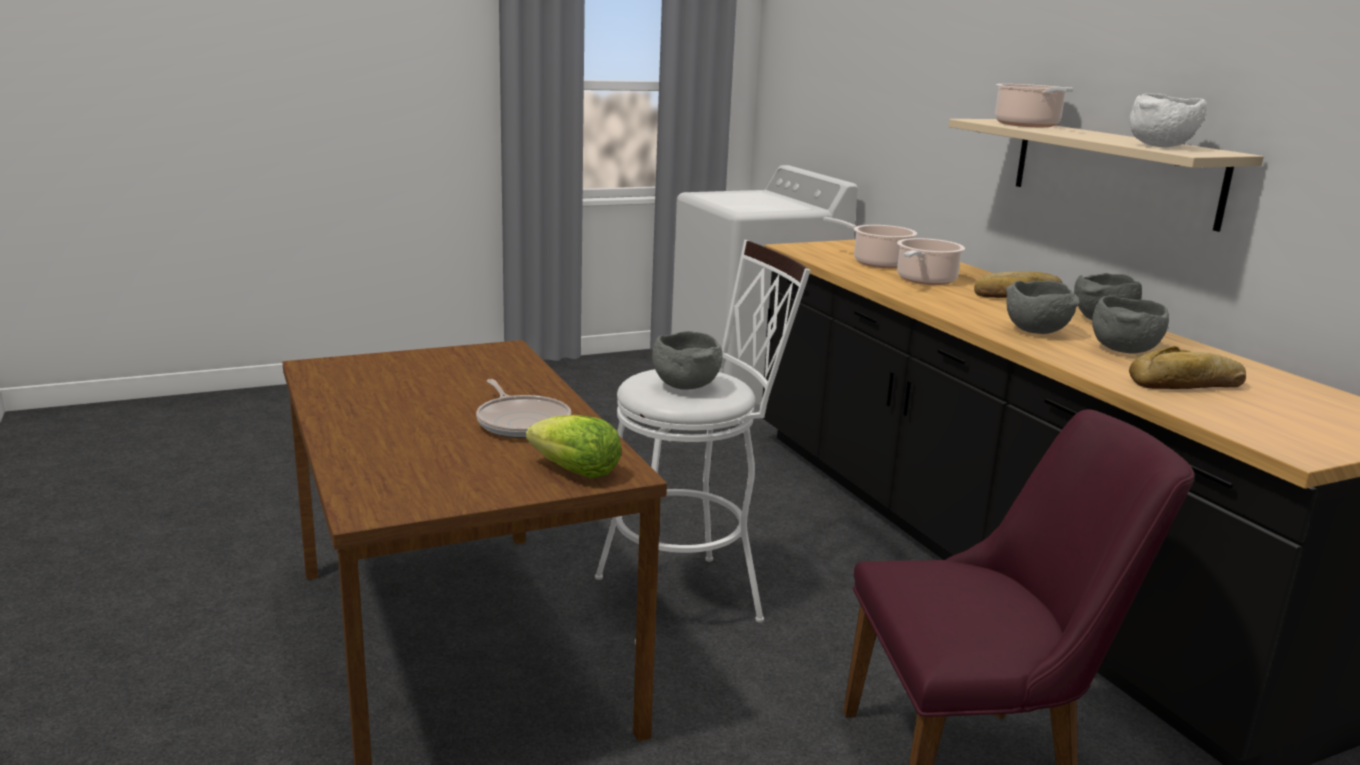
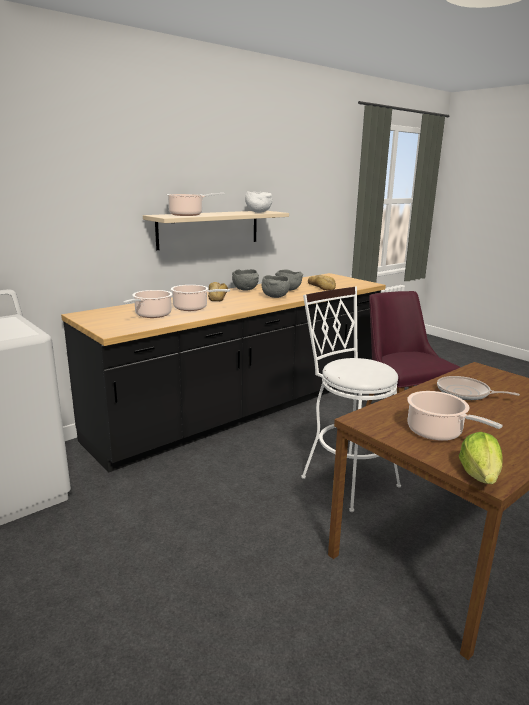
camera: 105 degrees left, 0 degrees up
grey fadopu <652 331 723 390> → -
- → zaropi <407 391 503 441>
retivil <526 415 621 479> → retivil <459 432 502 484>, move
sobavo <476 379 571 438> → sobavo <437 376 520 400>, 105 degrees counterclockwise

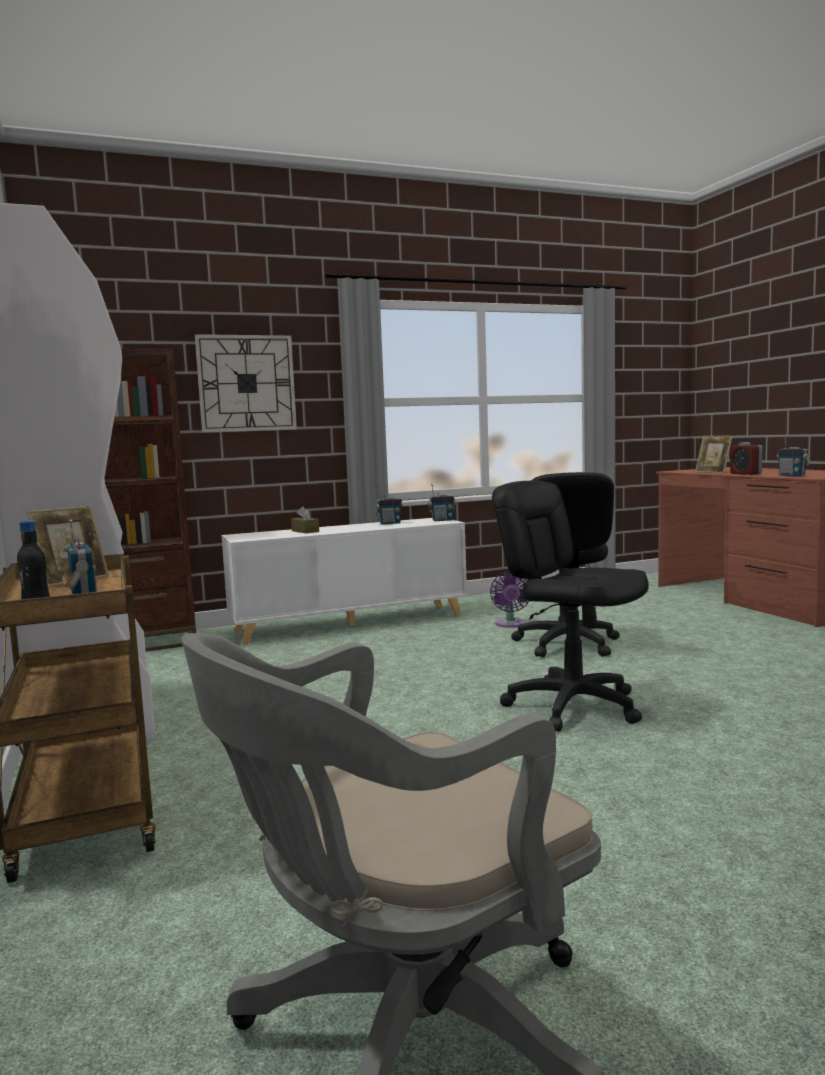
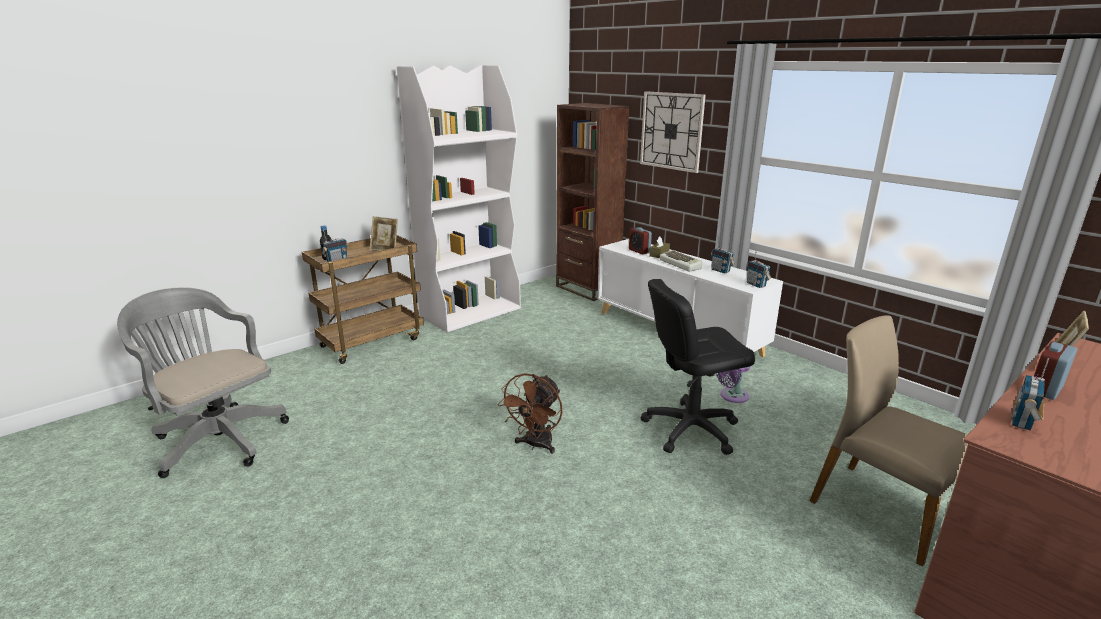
camera: 70 degrees right, 15 degrees up
- → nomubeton <629 227 652 254>
- → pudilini <660 250 702 272>
- → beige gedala <810 315 968 567>
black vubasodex <492 481 649 732> → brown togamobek <498 373 563 454>

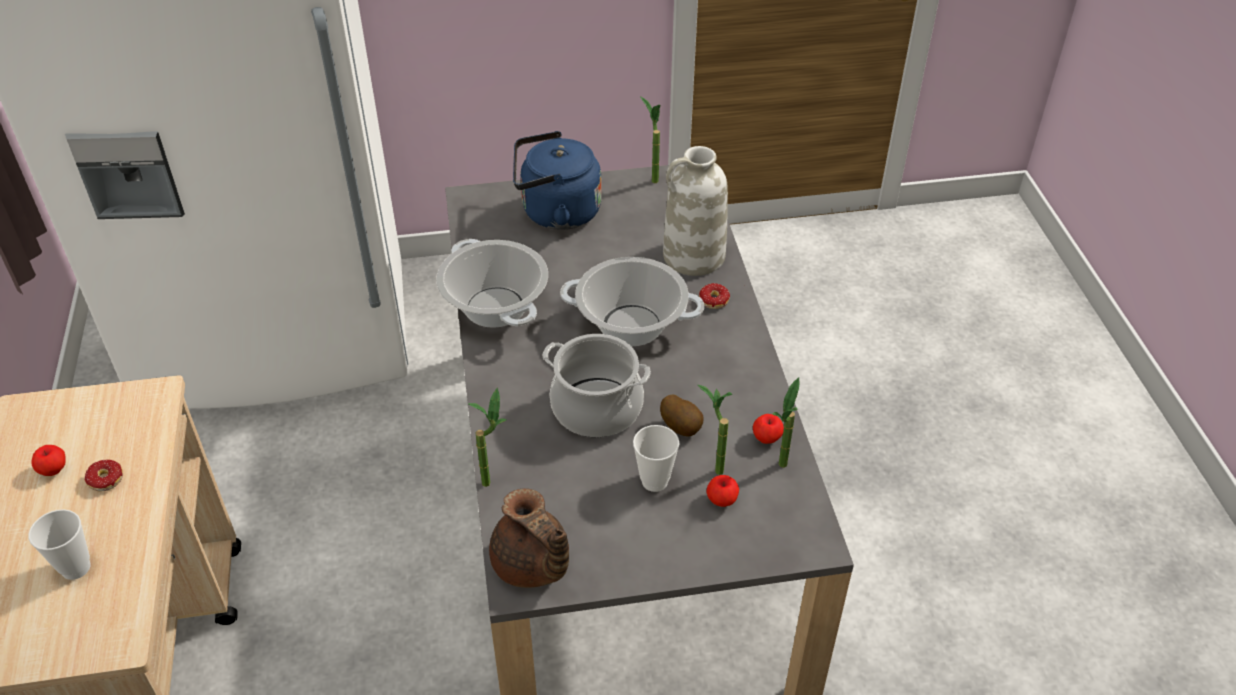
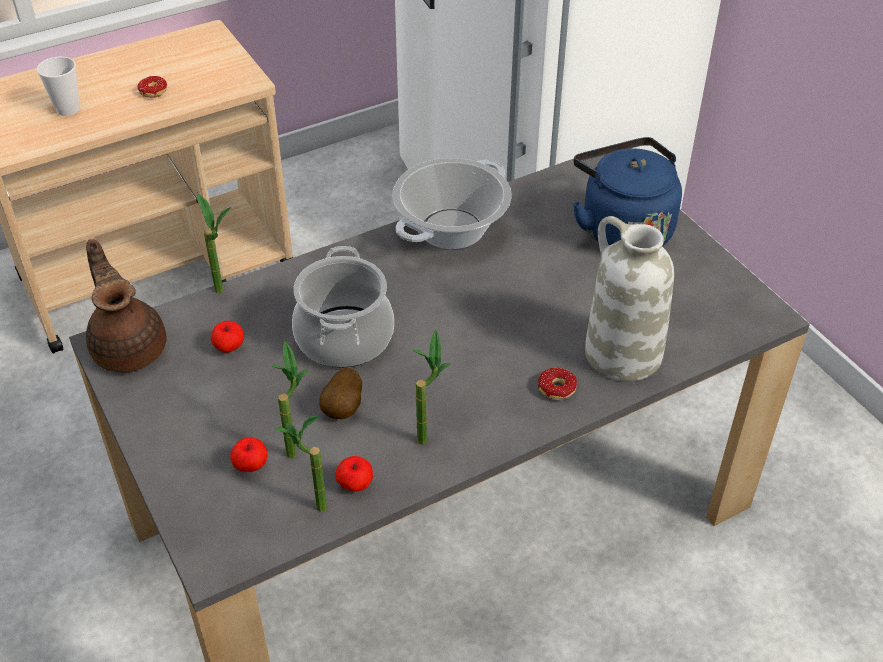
camera: 70 degrees right, 0 degrees up
zaropi <560 257 704 346> → -
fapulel <633 425 680 492> → -
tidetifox <31 445 66 476> → tidetifox <211 321 244 353>, move
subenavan <640 96 660 183> → subenavan <412 329 452 445>, move
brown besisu <489 488 569 588> → brown besisu <86 239 167 373>, 120 degrees clockwise

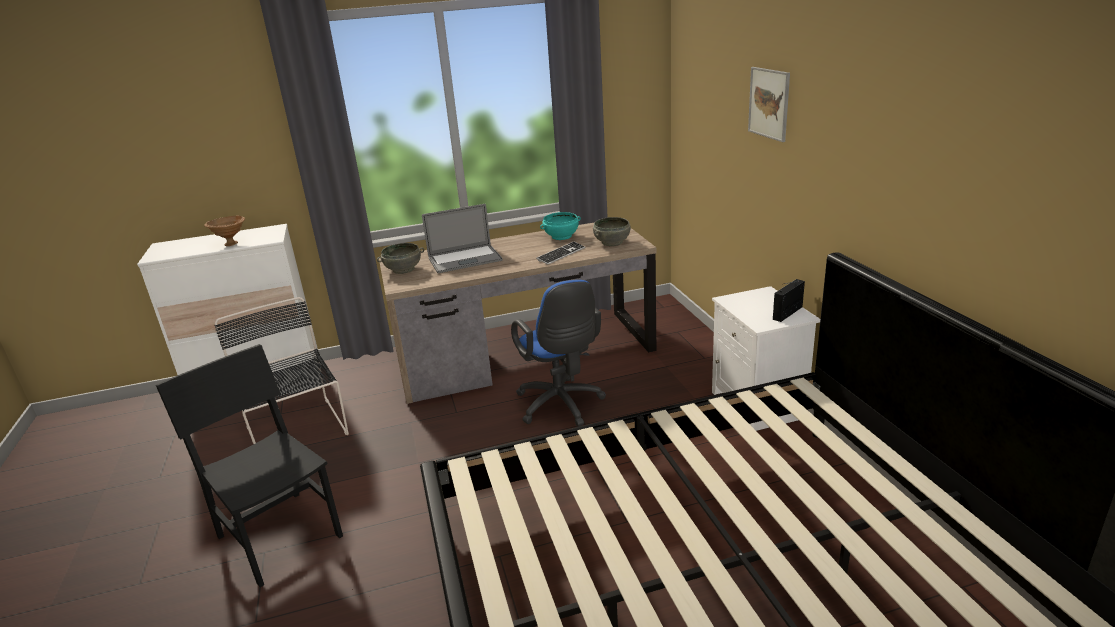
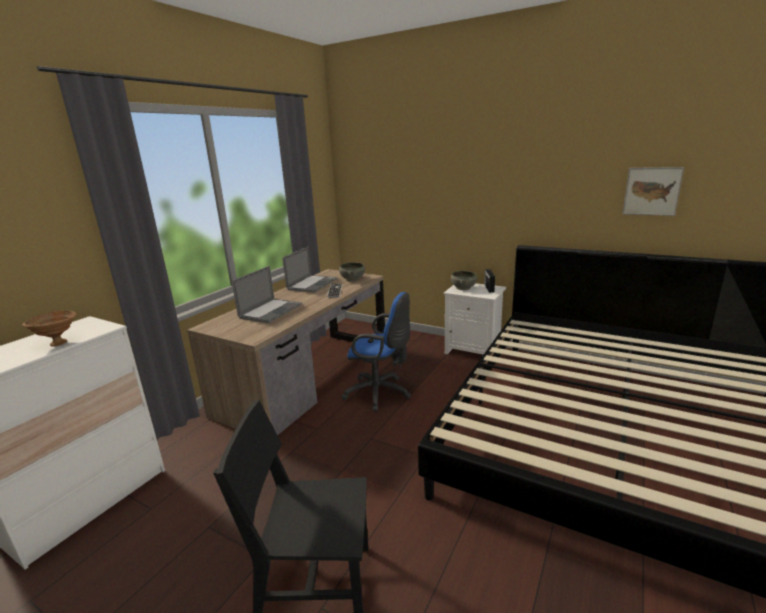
camera: 45 degrees left, 5 degrees down
black gedala <215 297 349 444> → -
grey fadopu <377 243 424 274> → grey fadopu <451 271 477 290>, move
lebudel <748 67 790 142> → lebudel <622 167 684 216>, move
turquoise fadopu <540 212 581 240> → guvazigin <283 247 337 293>

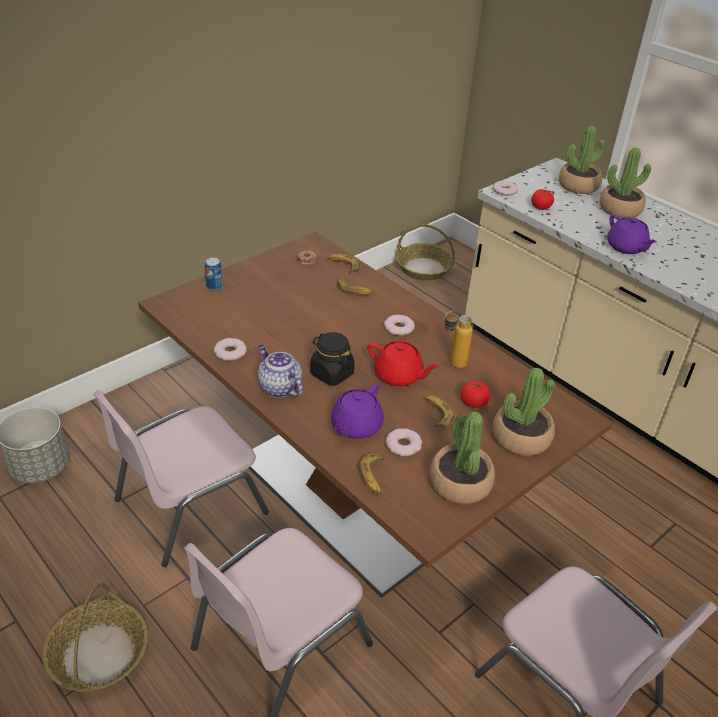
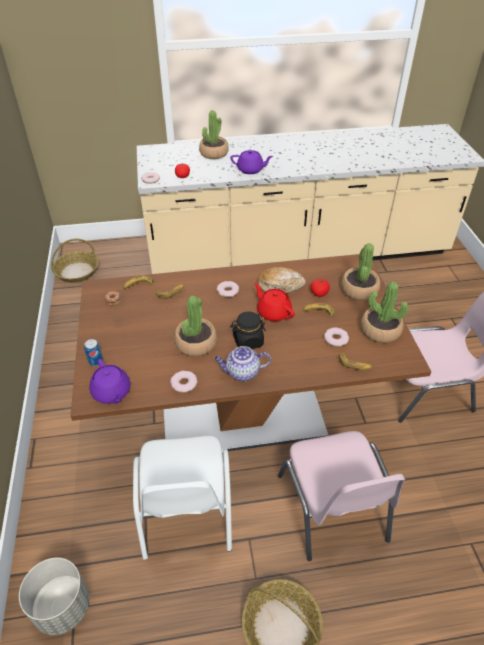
camera: 55 degrees left, 5 degrees up
purple besisu <331 384 384 439> → purple besisu <89 359 130 404>, move
subenavan <559 126 605 194> → subenavan <174 296 217 357>, move
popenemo <444 310 473 368> → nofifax <257 267 306 293>
pink gedala <93 390 269 567> → white gedala <133 435 232 560>
red besisu <367 341 439 386> → red besisu <254 282 295 321>, 105 degrees counterclockwise

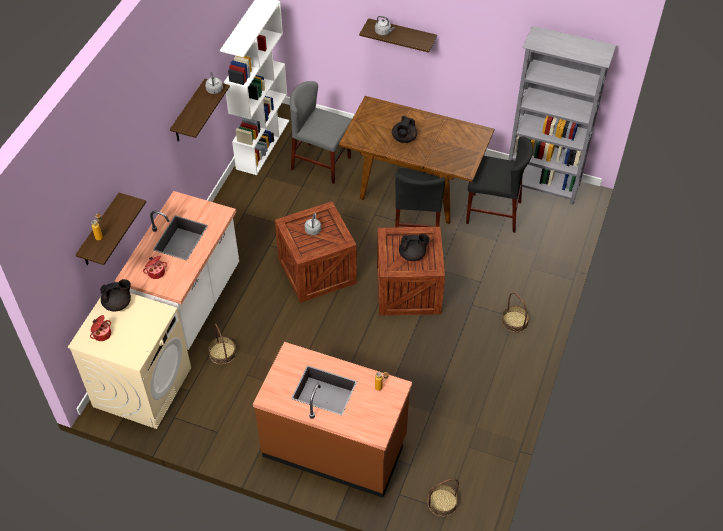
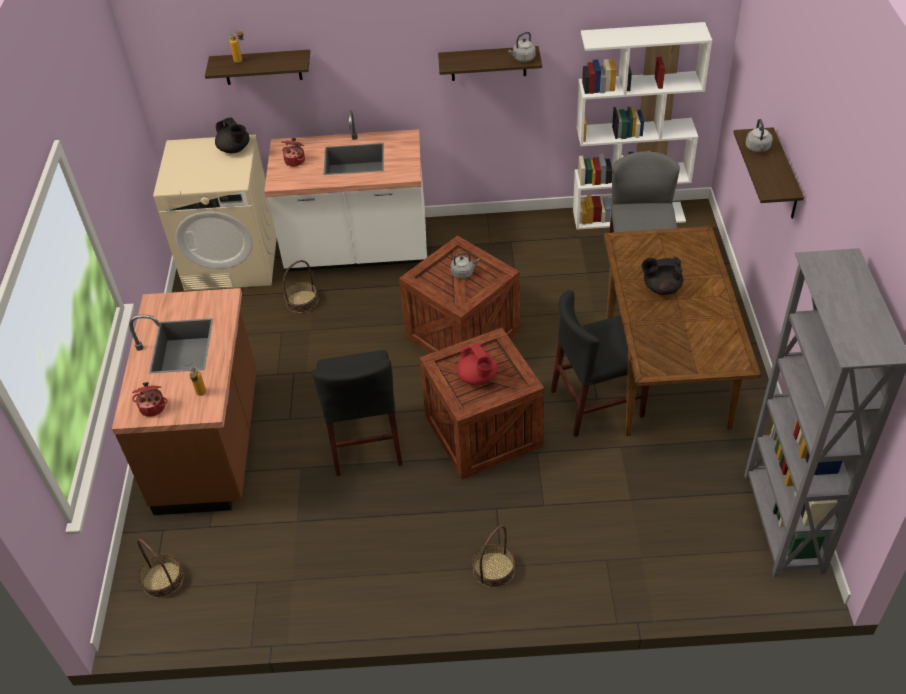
camera: 70 degrees right, 5 degrees down
zaropi <90 315 111 341> → zaropi <132 382 167 417>, move
black gedala <466 136 533 233> → black gedala <312 350 403 476>, move
black besisu <399 234 430 261> → red besisu <457 343 498 385>

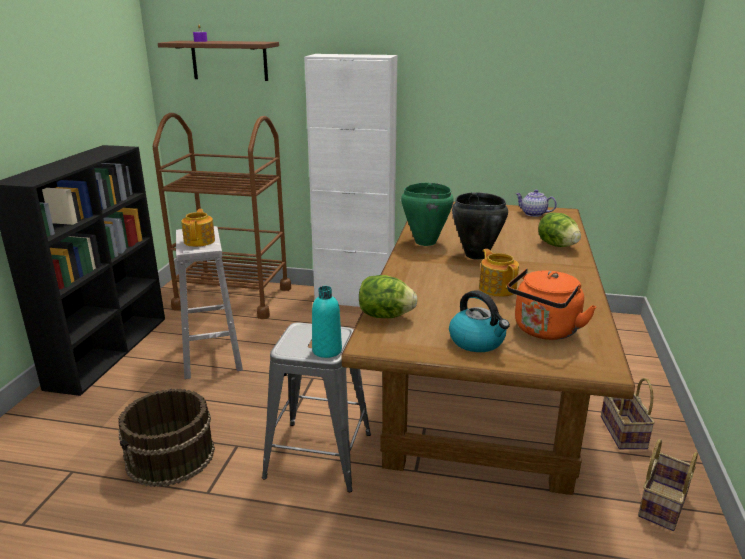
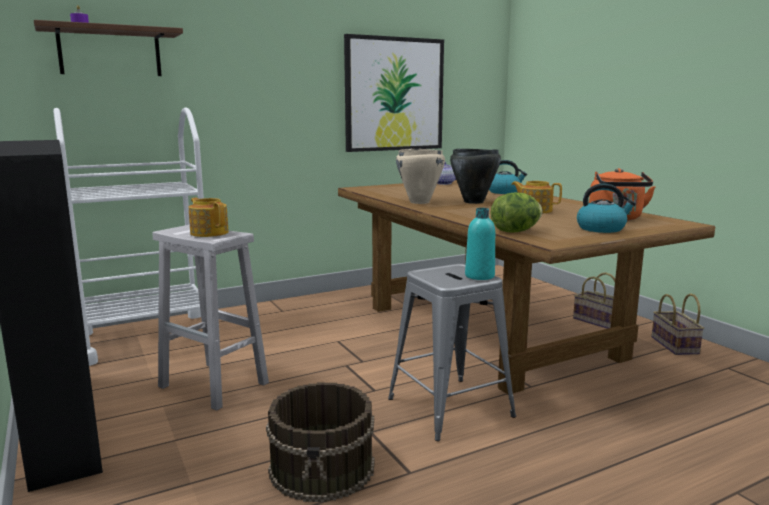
camera: 40 degrees left, 10 degrees down
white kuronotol <304 54 397 307> → -
- → lebudel <344 34 444 152>
retivil <538 212 581 247> → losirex <489 160 527 194>
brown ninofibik <153 113 291 319> → white ninofibik <53 107 204 366>
green zaropi <401 182 454 246> → beige zaropi <396 149 445 204>

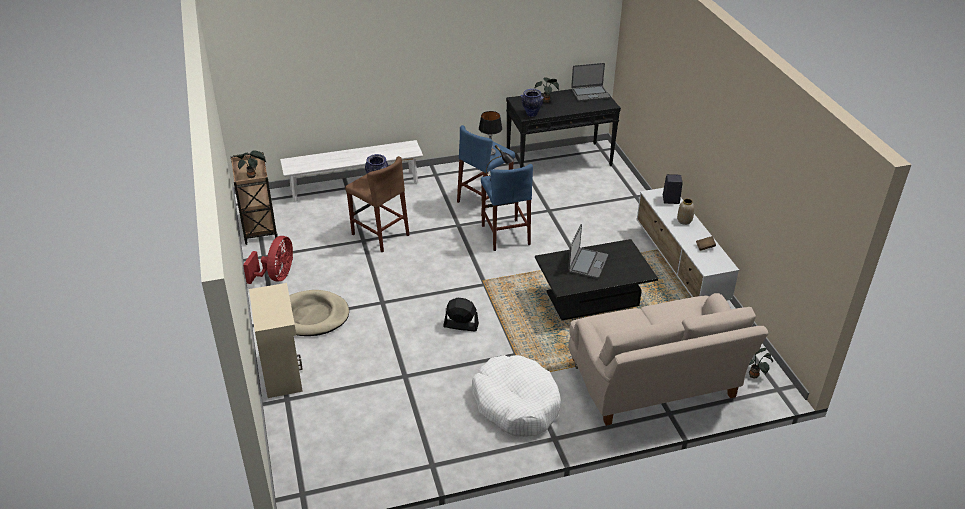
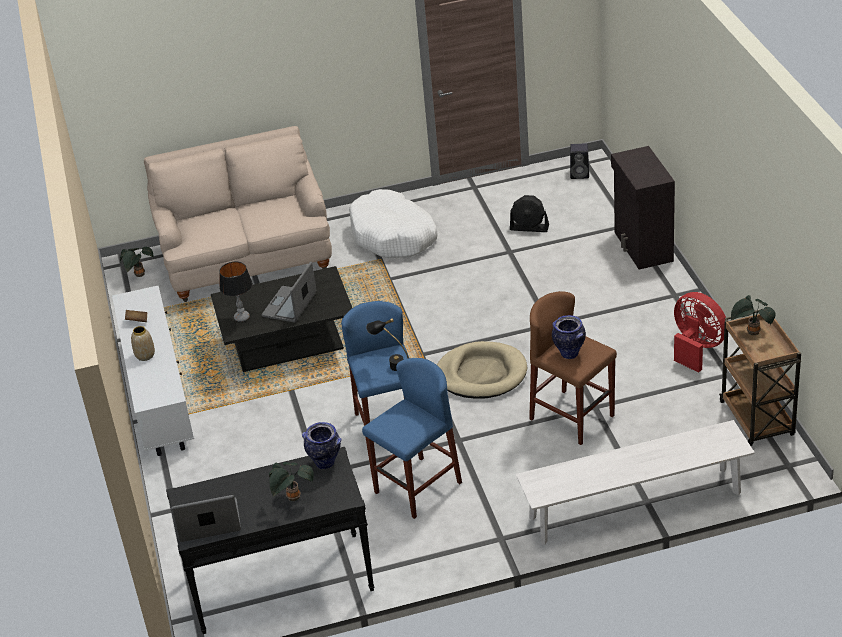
camera: 175 degrees left, 0 degrees up
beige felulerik <289 290 349 336> → beige felulerik <437 341 527 399>, move
black togamobek <443 298 479 331> → black togamobek <510 195 549 232>, move
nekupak <479 111 502 156> → nekupak <219 262 253 322>, move
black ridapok <663 174 683 204> → black ridapok <570 144 589 179>, move
beige kuronotol <249 283 303 398> → black kuronotol <611 146 675 270>
red togamobek <243 236 293 284> → red togamobek <674 292 726 373>, 120 degrees clockwise

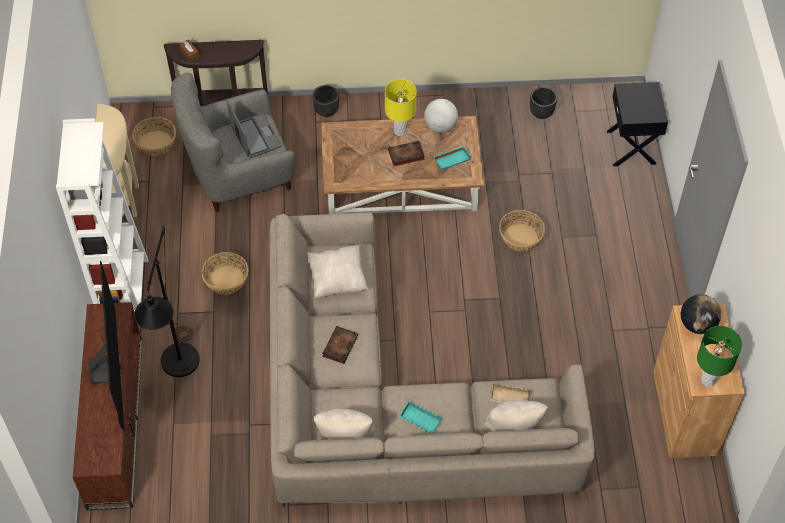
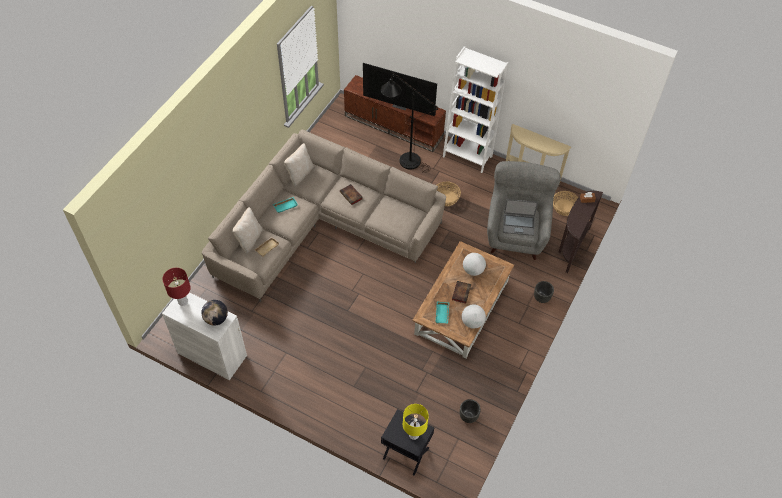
camera: 120 degrees right, 0 degrees up
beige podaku <307 245 368 298> → -
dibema <499 210 545 251> → -
- → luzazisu <463 253 486 276>
yellow nekupak <385 79 417 136> → yellow nekupak <403 404 429 440>, move
brown kuronotol <653 303 745 458> → white kuronotol <162 292 247 380>
green nekupak <697 326 742 387> → red nekupak <163 268 191 306>

